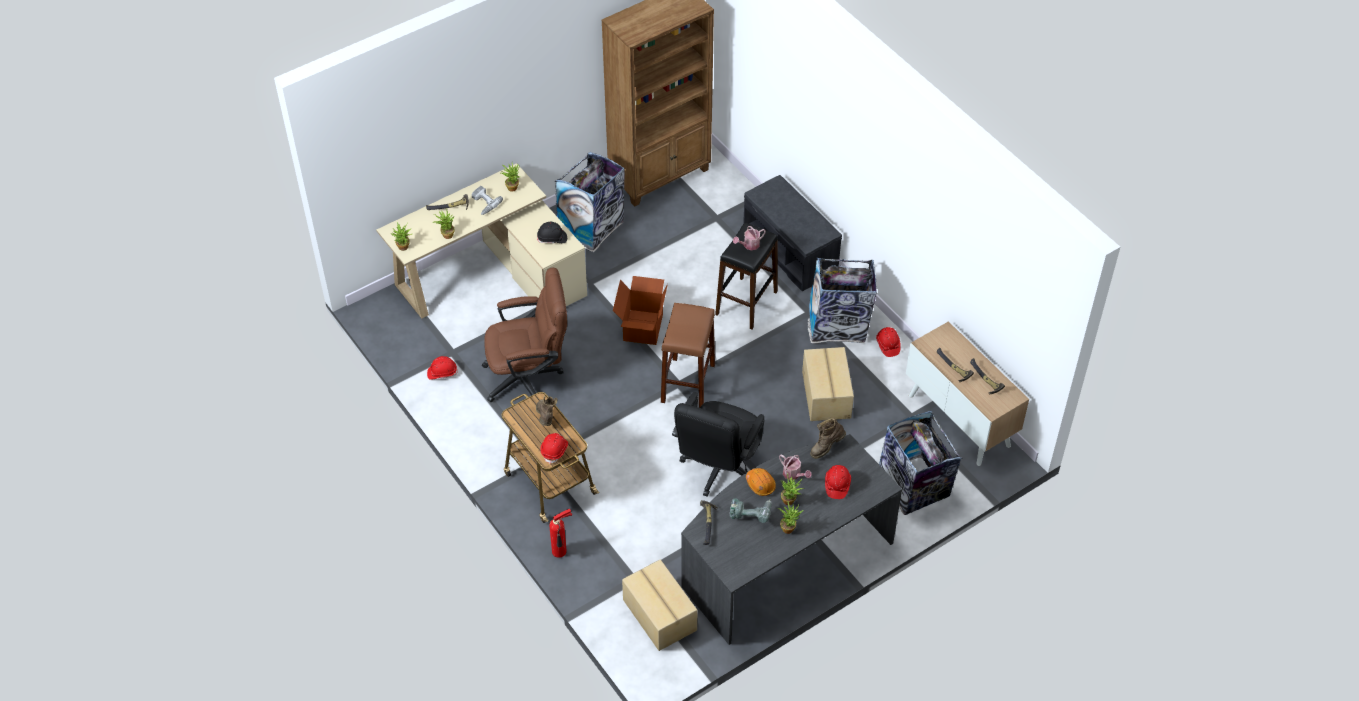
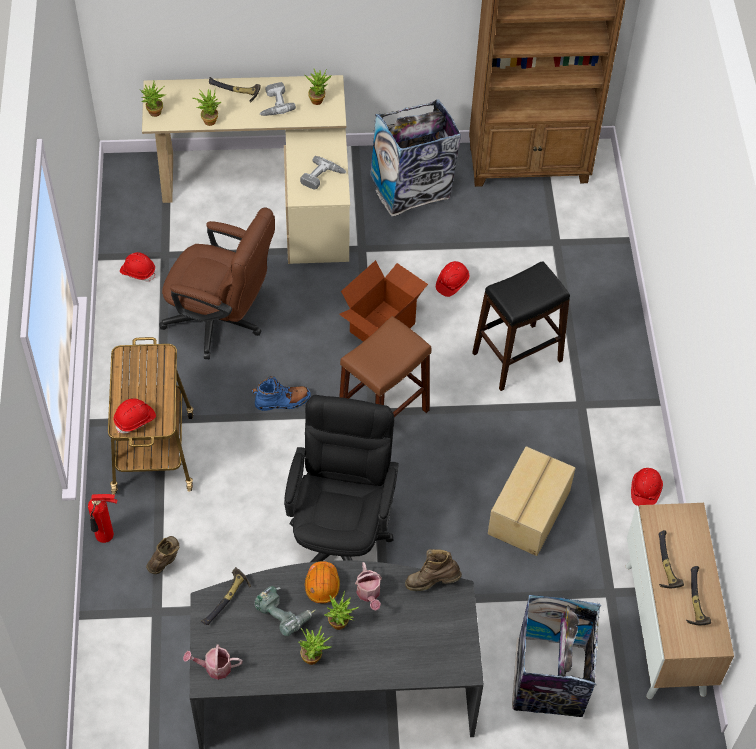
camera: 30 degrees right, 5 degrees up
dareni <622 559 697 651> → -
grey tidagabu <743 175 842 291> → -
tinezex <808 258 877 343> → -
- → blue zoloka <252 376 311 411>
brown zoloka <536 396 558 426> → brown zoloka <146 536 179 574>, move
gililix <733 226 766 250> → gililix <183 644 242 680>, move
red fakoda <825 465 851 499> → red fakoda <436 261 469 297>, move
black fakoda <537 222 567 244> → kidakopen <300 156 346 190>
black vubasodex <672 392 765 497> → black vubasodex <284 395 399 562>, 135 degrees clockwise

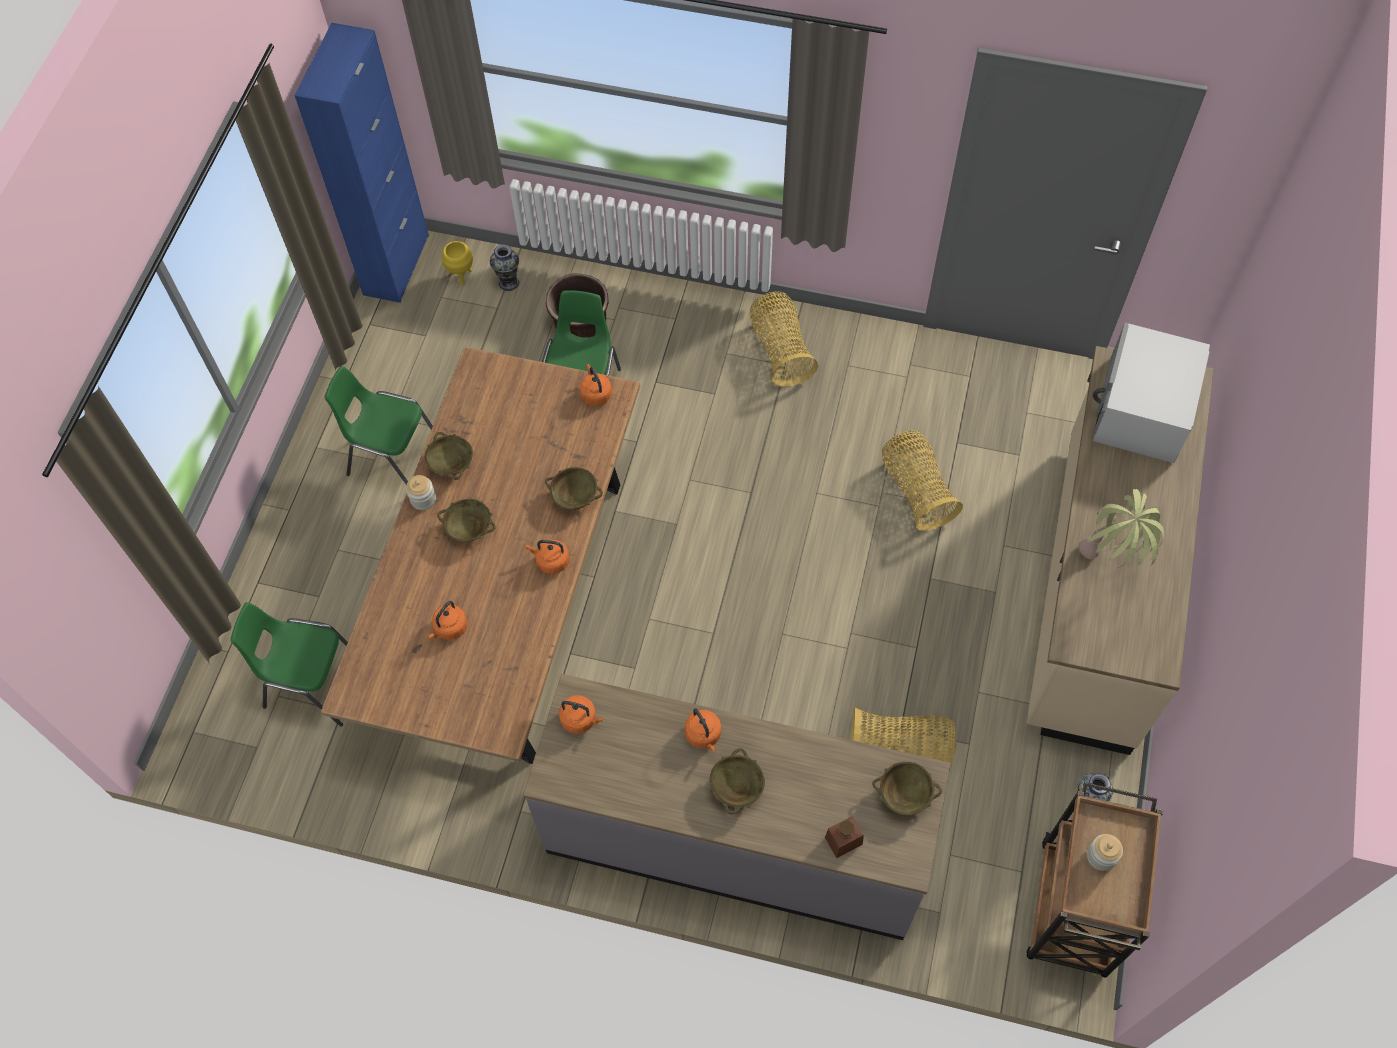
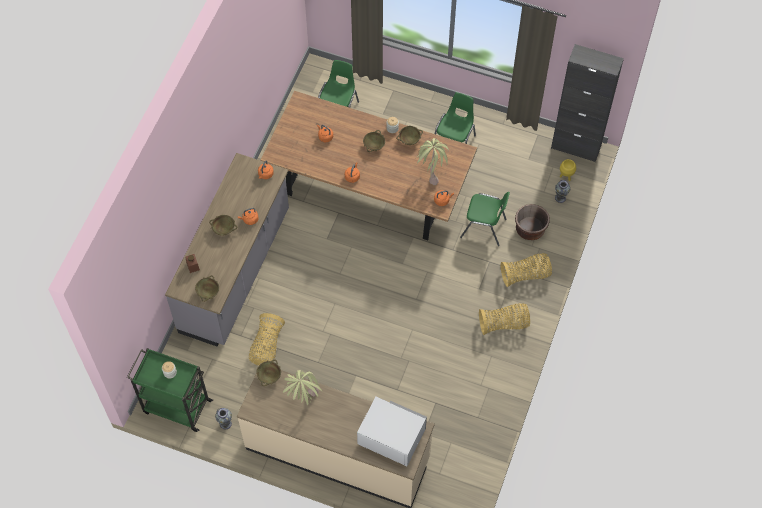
camera: 95 degrees right, 0 degrees up
- → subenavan <415 138 449 185>
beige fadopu <545 467 603 510> → beige fadopu <256 359 281 386>, move
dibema <882 430 963 531> → dibema <501 253 552 287>, move
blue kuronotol <295 23 429 303> → black kuronotol <551 44 624 162>
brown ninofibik <1026 782 1163 978> → green ninofibik <127 348 213 432>

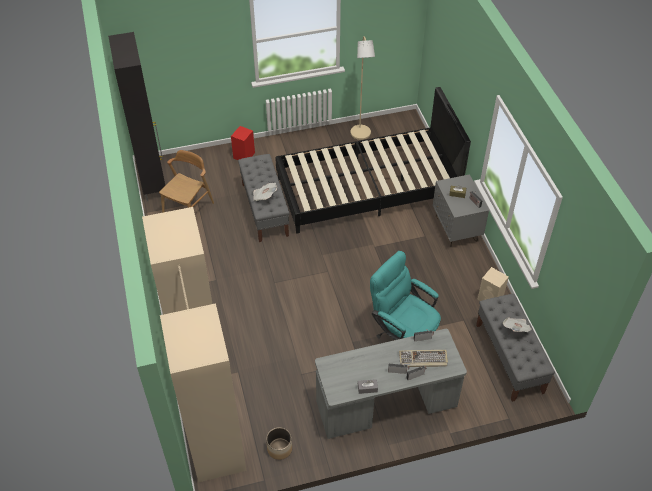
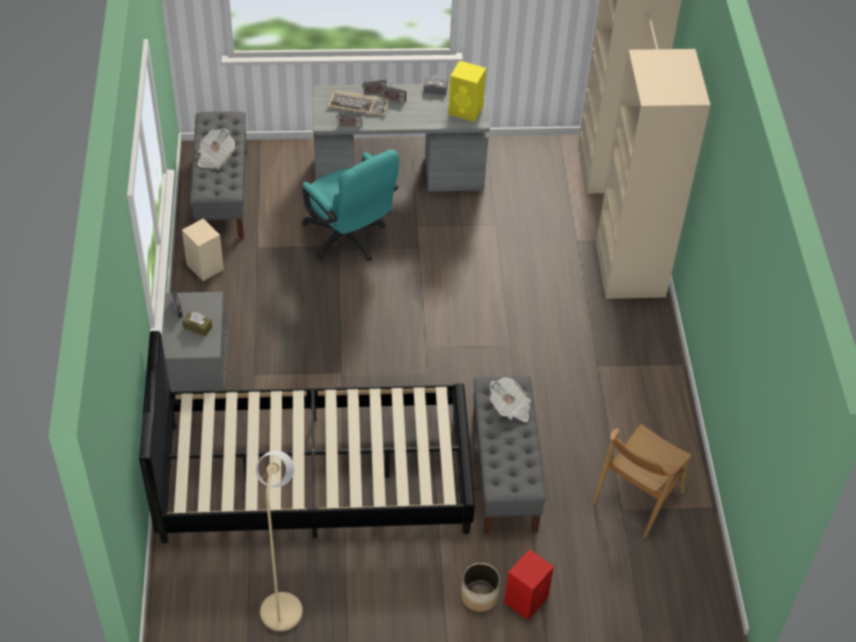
camera: 170 degrees left, 0 degrees up
black kuronotol <108 32 165 201> → -
- → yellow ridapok <448 61 486 122>
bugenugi <266 427 292 460> → bugenugi <461 563 500 612>, move

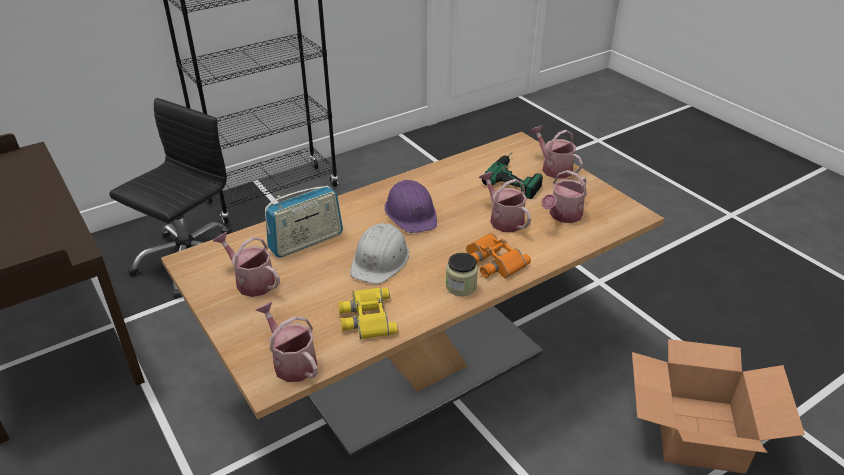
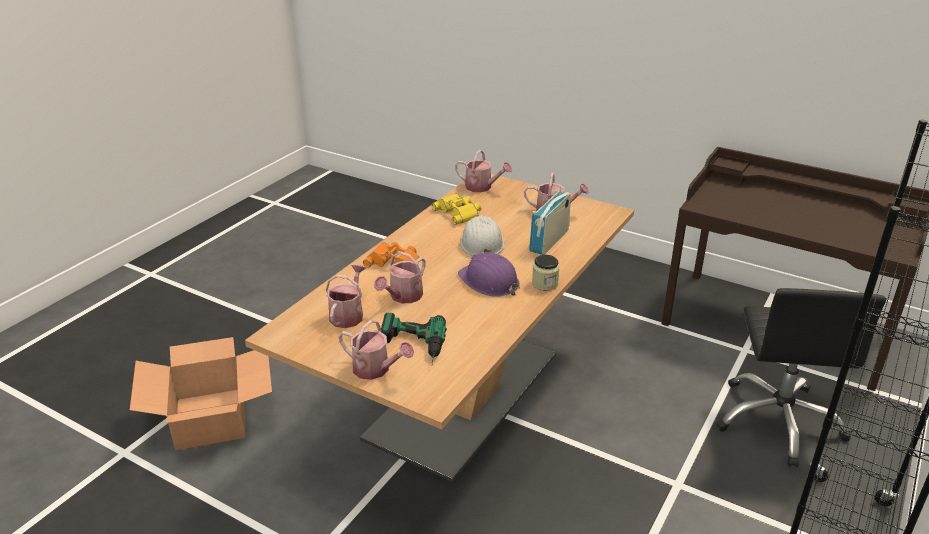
camera: 155 degrees right, 5 degrees down
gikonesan <446 253 478 296> → gikonesan <532 255 559 291>, move
gililix <479 171 531 232> → gililix <374 252 425 303>, 90 degrees clockwise

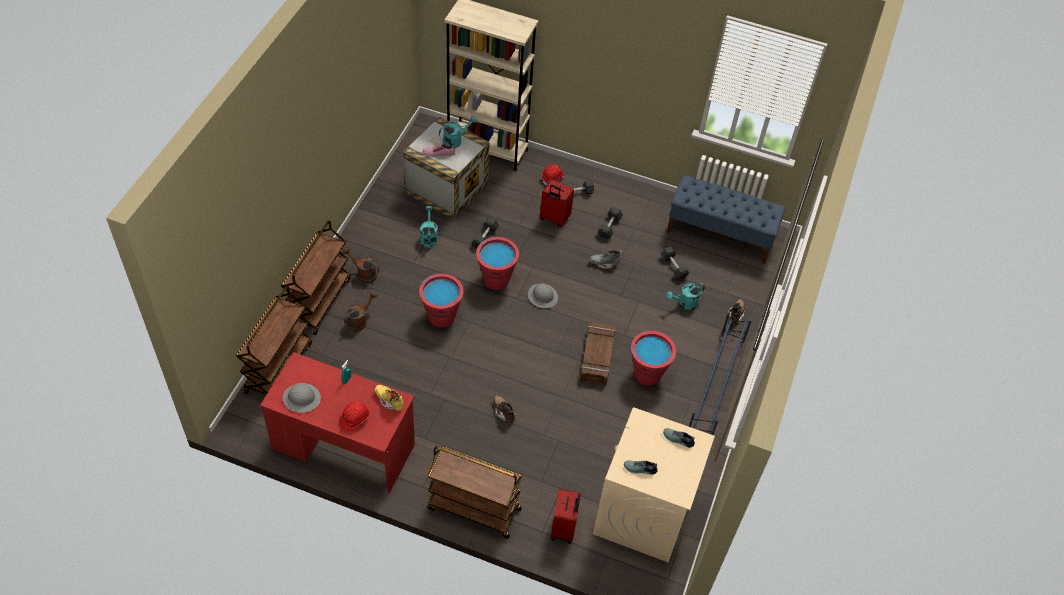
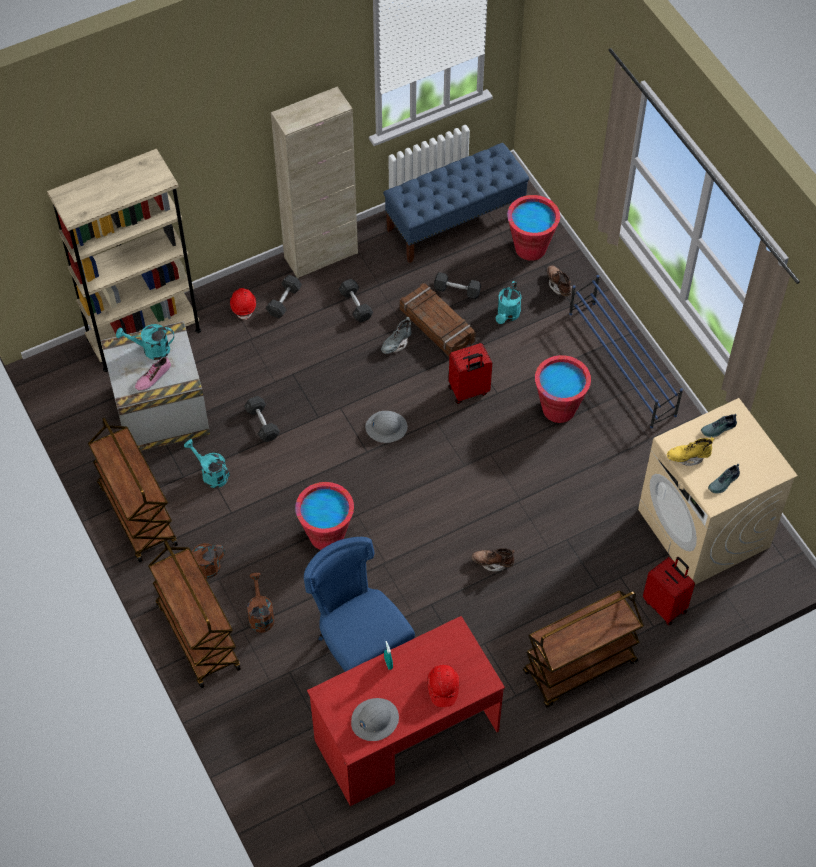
camera: 45 degrees left, 5 degrees up
- → beige kuronotol <271 87 358 278>
- → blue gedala <304 537 415 672>
brown ninofibik <236 286 312 395> → brown ninofibik <88 417 178 562>, move
yellow zoloka <375 385 404 411> → yellow zoloka <667 437 714 466>, move
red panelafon <476 237 519 290> → red panelafon <507 195 560 261>, move
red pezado <540 180 574 227> → red pezado <449 343 492 404>, move
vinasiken <580 321 615 386> → vinasiken <400 283 476 356>, move
turquoise gililix <439 116 477 148> → turquoise gililix <116 324 174 360>, 105 degrees counterclockwise

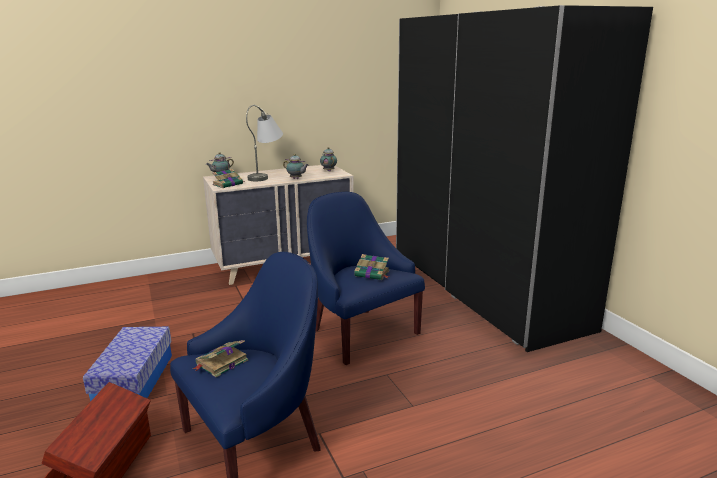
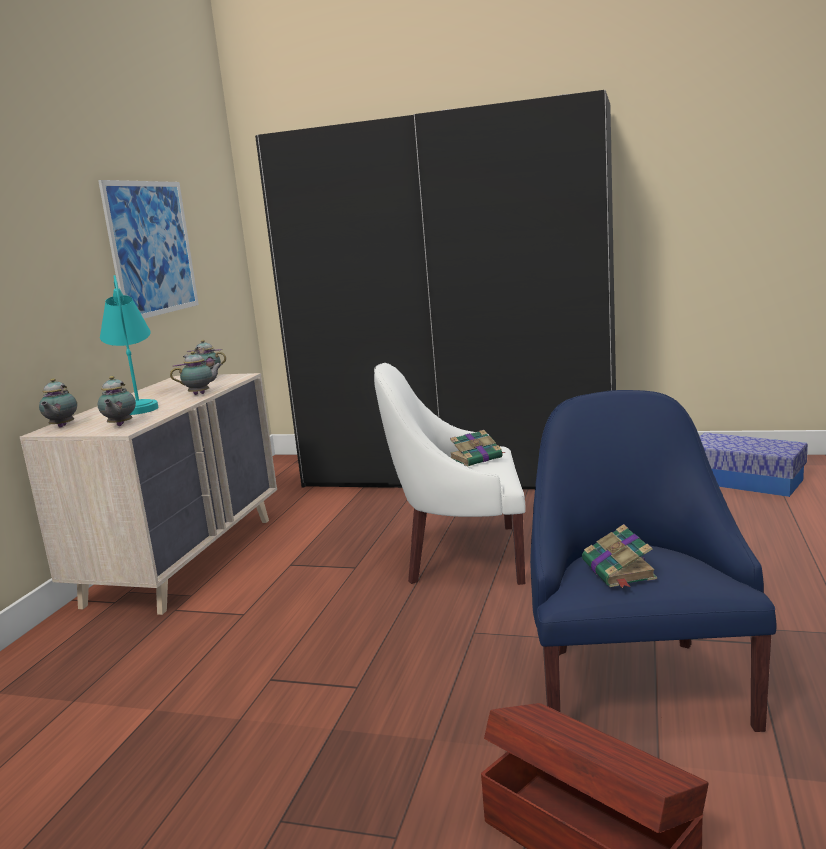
camera: 50 degrees left, 5 degrees down
- → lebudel <98 180 199 319>
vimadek <83 327 172 402> → vimadek <700 432 808 497>, move
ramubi <212 169 245 188> → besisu <98 376 136 426>
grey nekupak <246 105 283 181> → turquoise nekupak <100 275 158 415>
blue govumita <307 192 425 365> → white govumita <374 363 526 585>

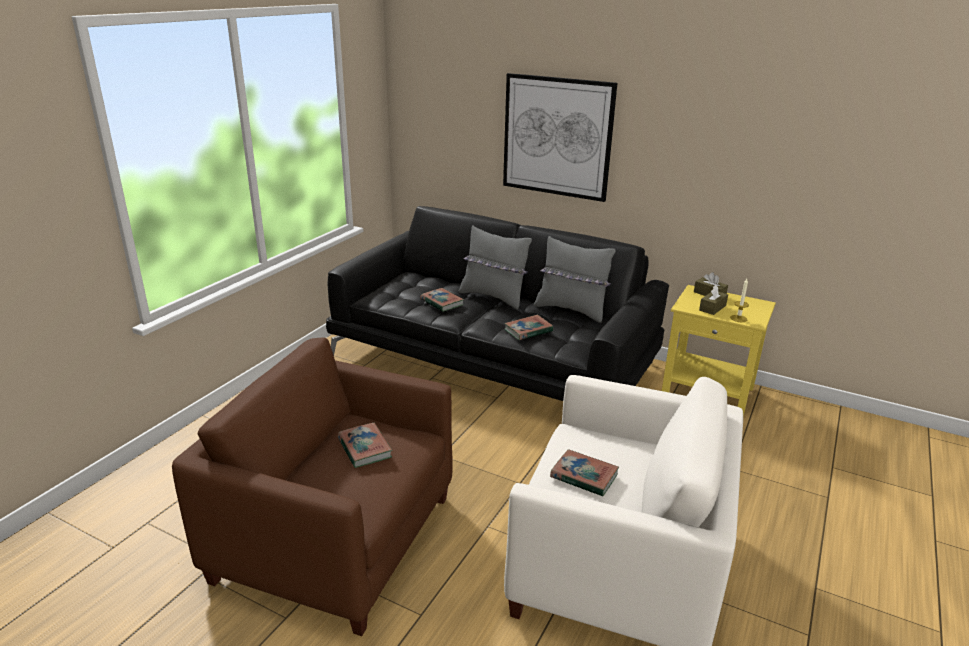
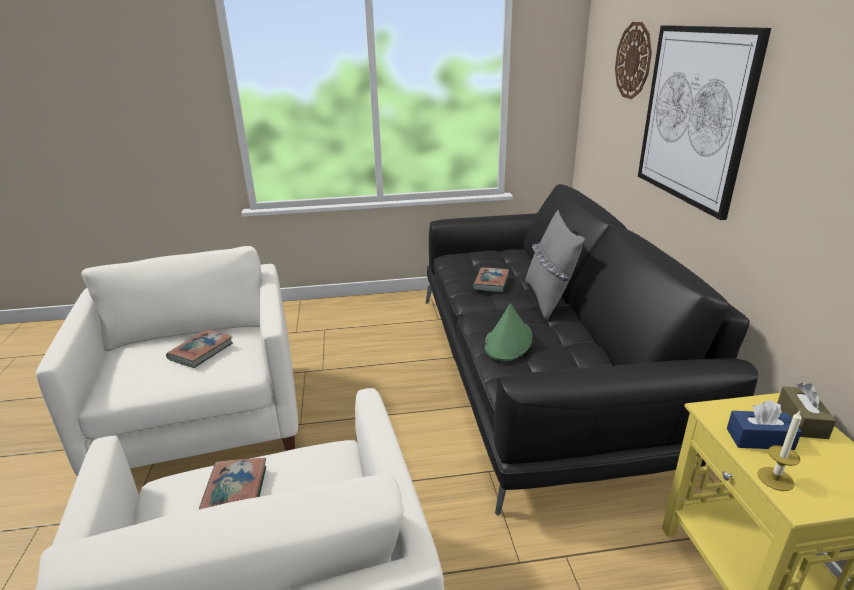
camera: 55 degrees right, 0 degrees up
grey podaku <534 236 616 323> → -
- → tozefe <615 22 652 99>
ramubi <504 315 553 340> → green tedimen <485 303 532 361>
brown govumita <172 337 453 636> → white govumita <36 246 298 477>
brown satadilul <699 285 728 315> → blue satadilul <727 400 802 450>

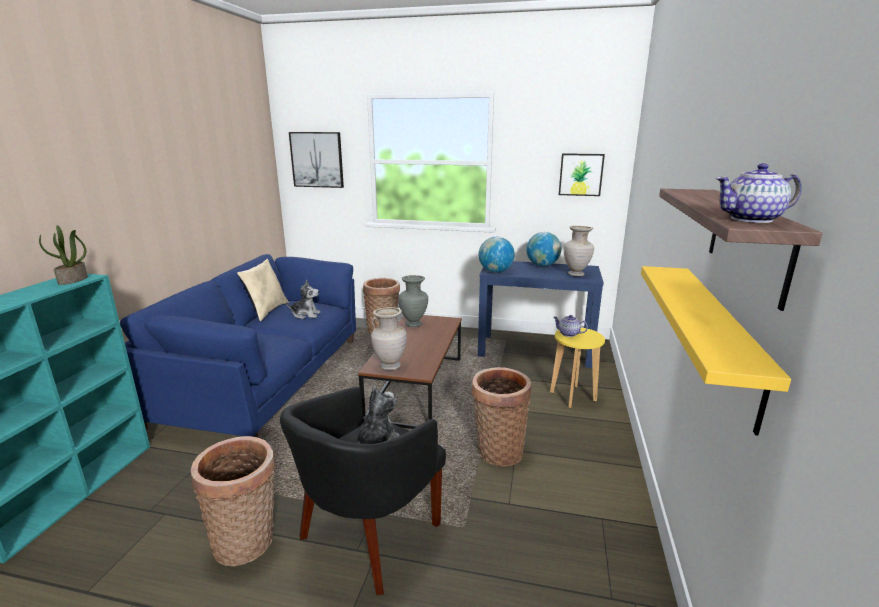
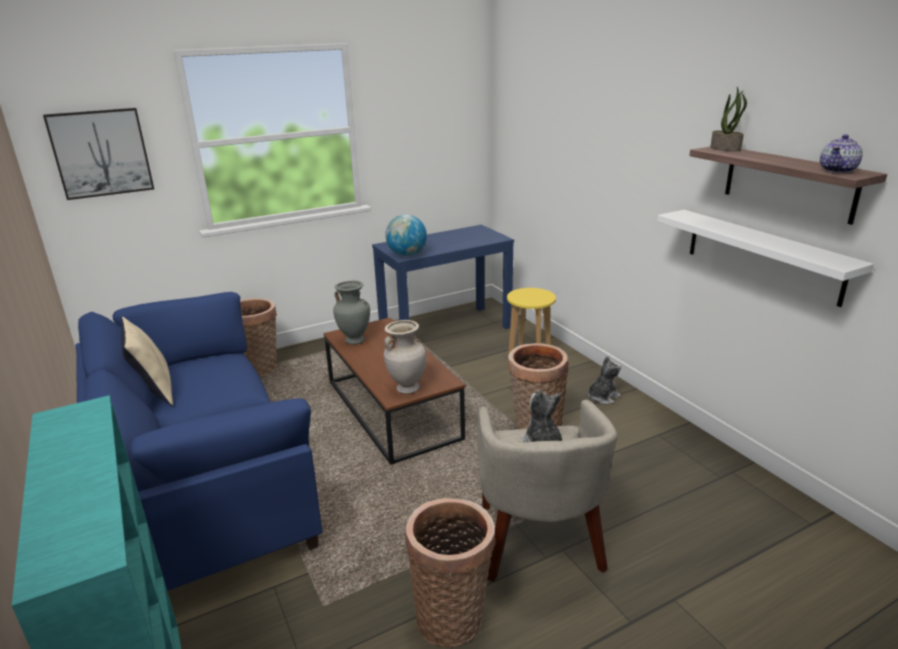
camera: 40 degrees left, 5 degrees up
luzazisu <526 232 561 266> → -
besisu <553 315 588 337> → -
lebudel <559 153 605 196> → -
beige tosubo <564 226 594 276> → -
subenavan <39 225 88 285> → subenavan <710 87 747 151>, move
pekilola <286 280 320 319> → pekilola <588 356 621 405>, move
black govumita <280 387 446 595> → beige govumita <477 399 617 582>
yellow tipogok <641 266 791 435> → white tipogok <657 210 874 307>

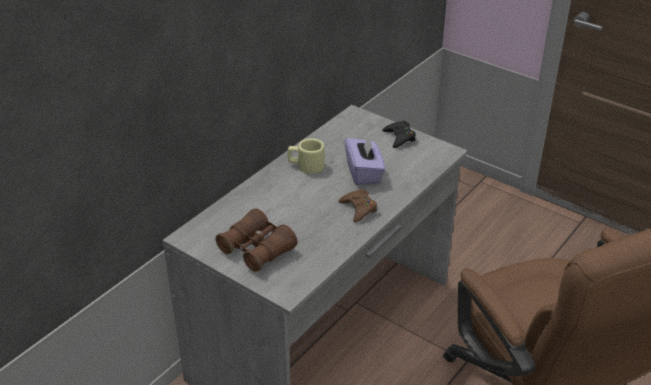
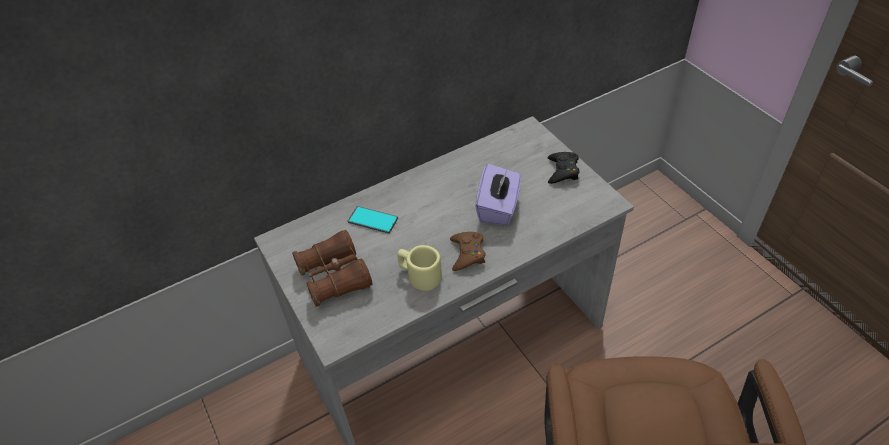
camera: 25 degrees right, 10 degrees up
- → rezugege <348 206 398 234>
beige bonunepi <288 138 324 174> → beige bonunepi <397 245 442 291>, move

